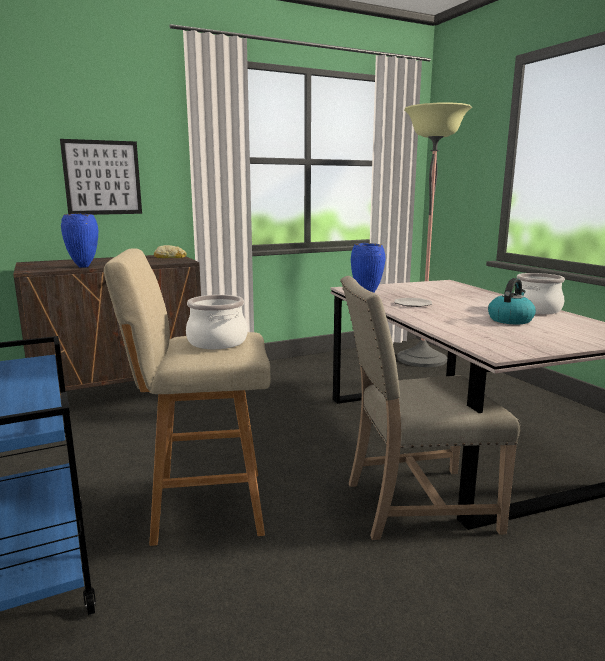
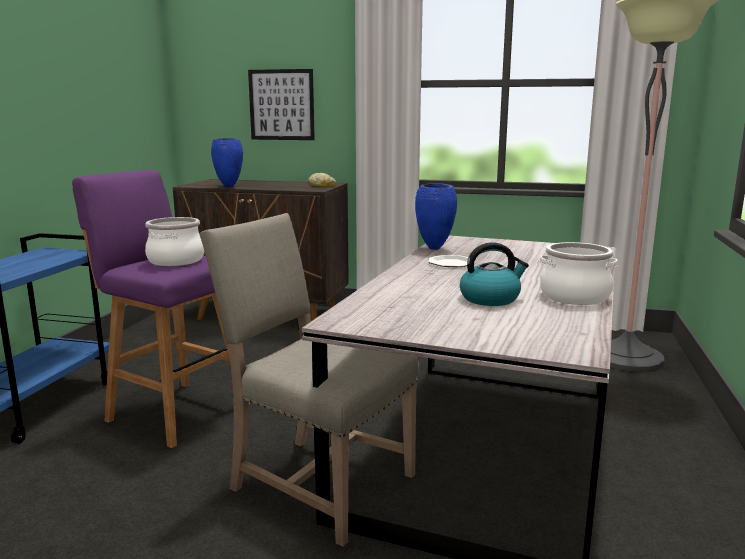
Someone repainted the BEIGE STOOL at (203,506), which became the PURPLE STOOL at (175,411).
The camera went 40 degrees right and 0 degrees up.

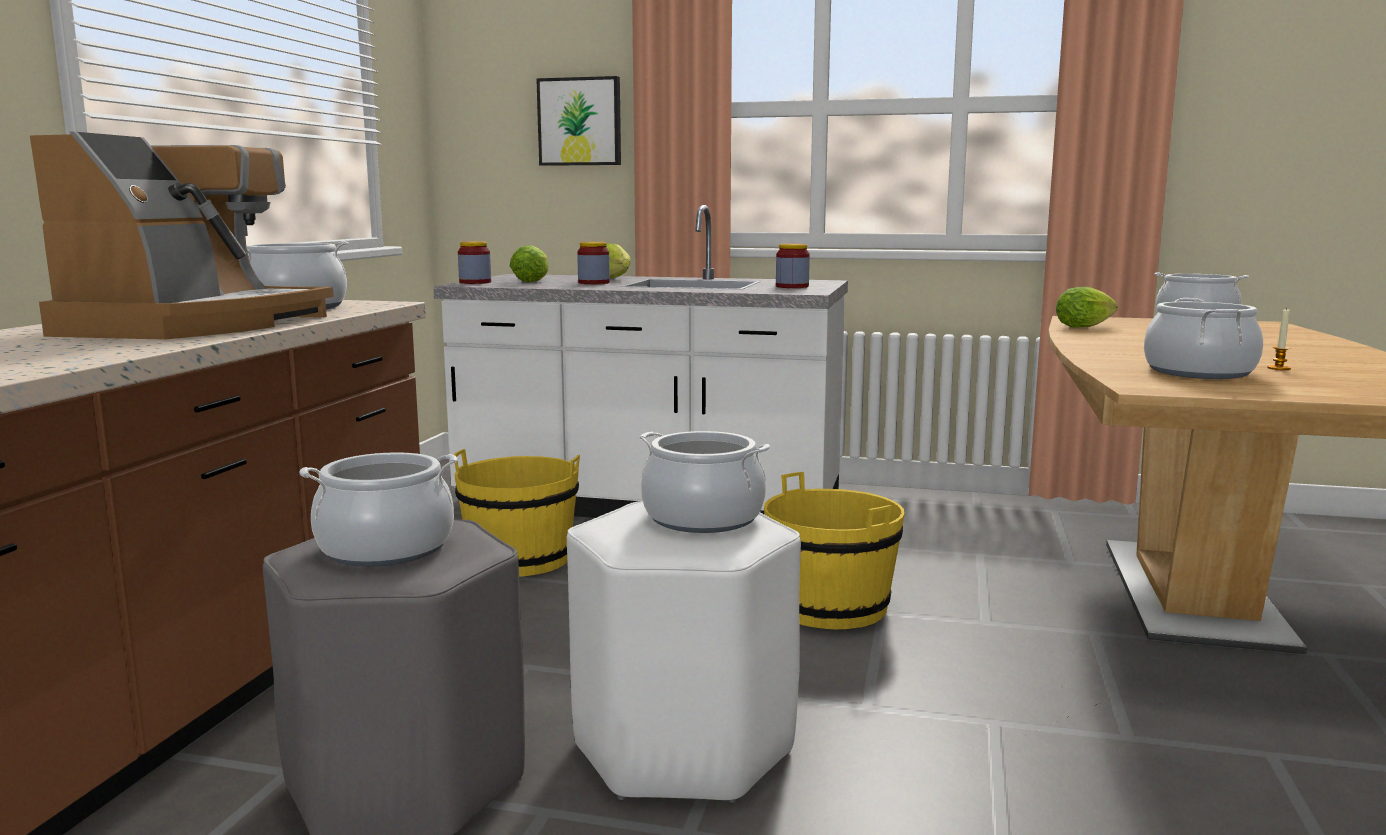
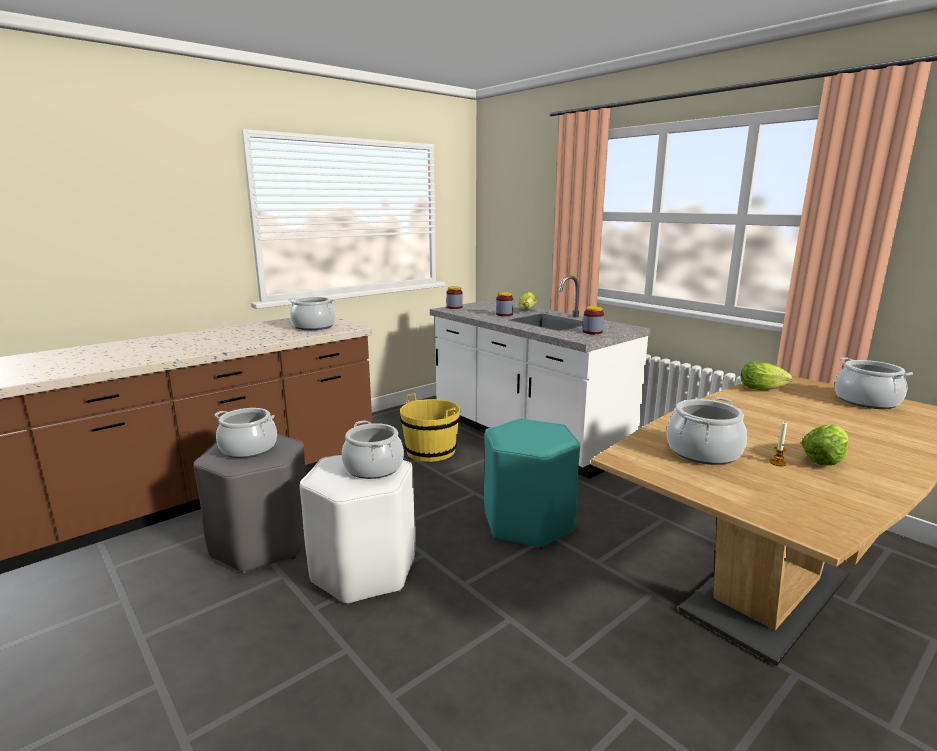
Someone took away the COFFEE MACHINE at (196,325).
Someone carried the LETTUCE from (533,281) to (825,459).
Someone took away the PICTURE at (580,122).
Someone swapped the YELLOW BUCKET at (830,607) for the TURQUOISE STOOL at (528,523).
The camera went 35 degrees right and 5 degrees up.

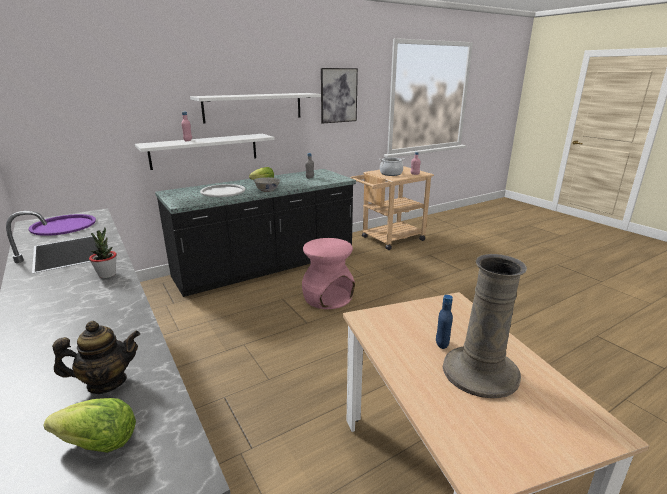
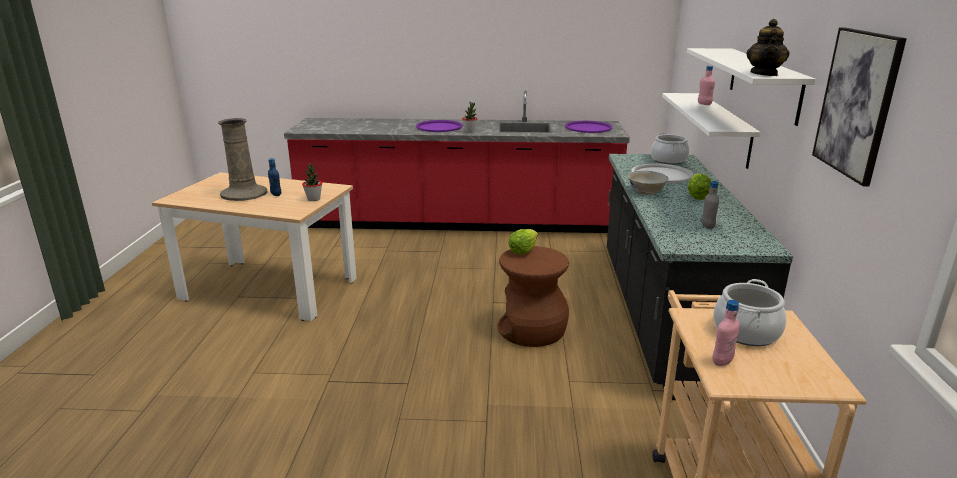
Someone carried the LETTUCE from (99,444) to (522,251).
Someone carried the TEAPOT from (106,382) to (764,74).
Someone repainted the PINK STOOL at (327,297), which became the BROWN STOOL at (532,330).
Someone put down the POTTED PLANT at (313,199).
Someone put down the PURPLE TRAY at (439,127).
Someone put down the COOKING POT at (669,160).
The camera went 125 degrees right and 0 degrees up.

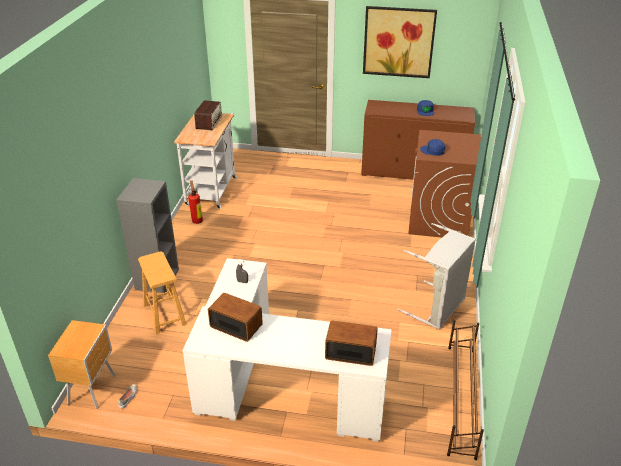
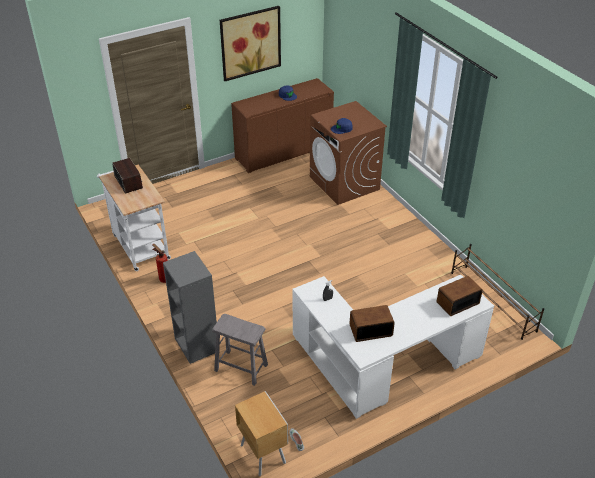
Someone repainted the BROWN STOOL at (164,315), which became the GREY STOOL at (241,367).
Someone took away the GREY LAUNDRY BASKET at (438,308).
The camera went 40 degrees left and 5 degrees up.

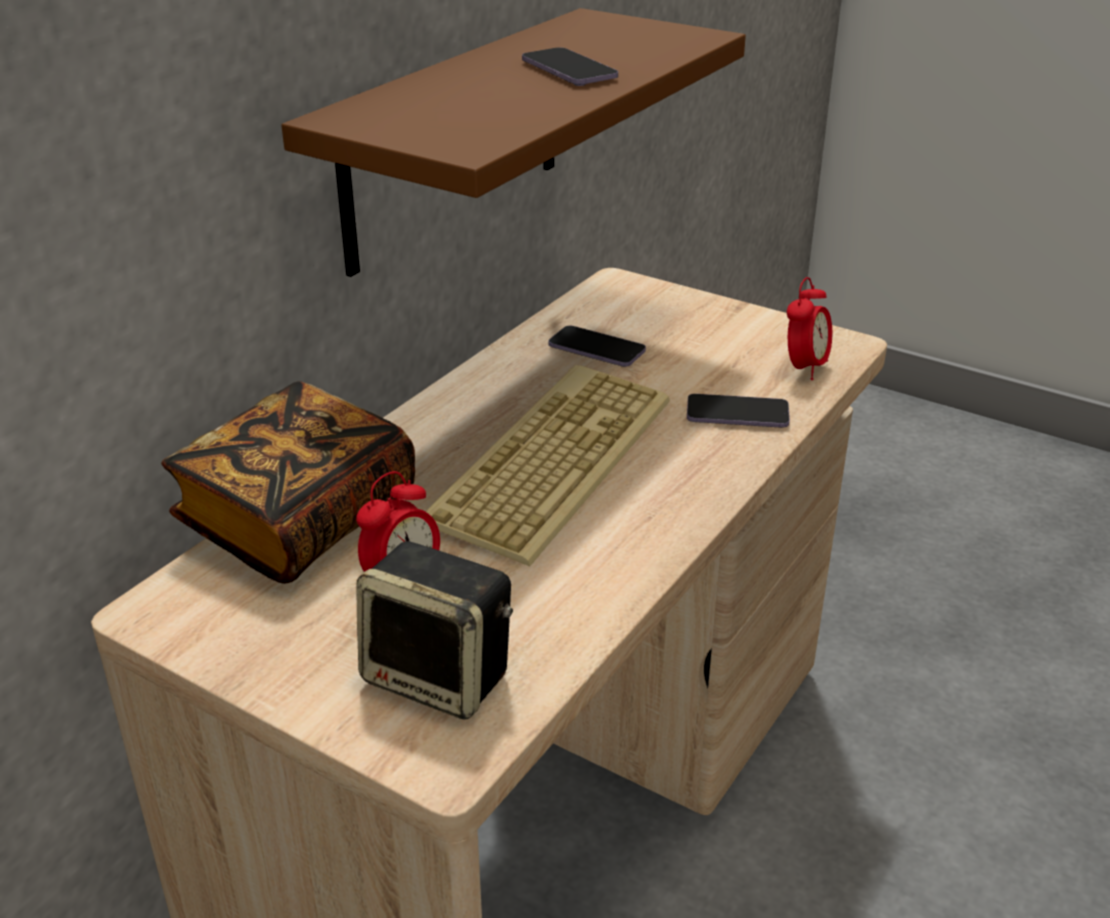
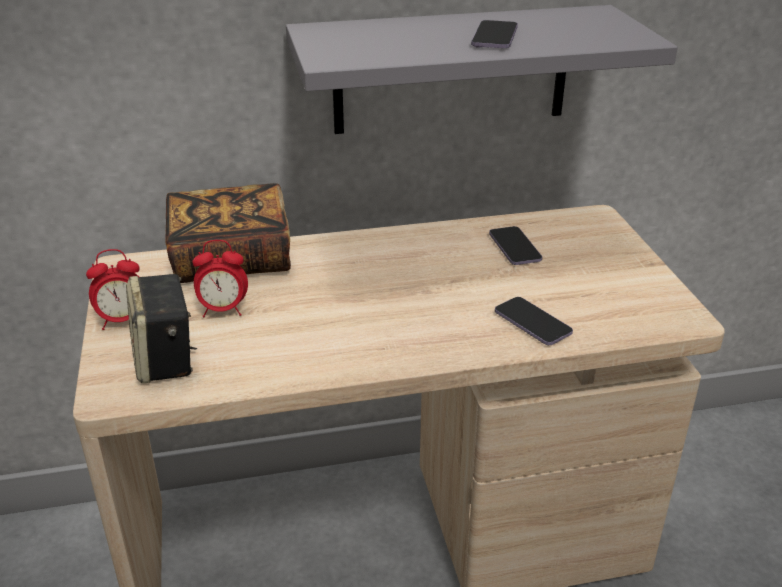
Someone repainted the BROWN SHELF at (454,139), which became the GREY SHELF at (451,70).
Someone took away the KEYBOARD at (551,458).
Someone carried the ALARM CLOCK from (805,368) to (122,321).
The camera went 45 degrees right and 0 degrees up.

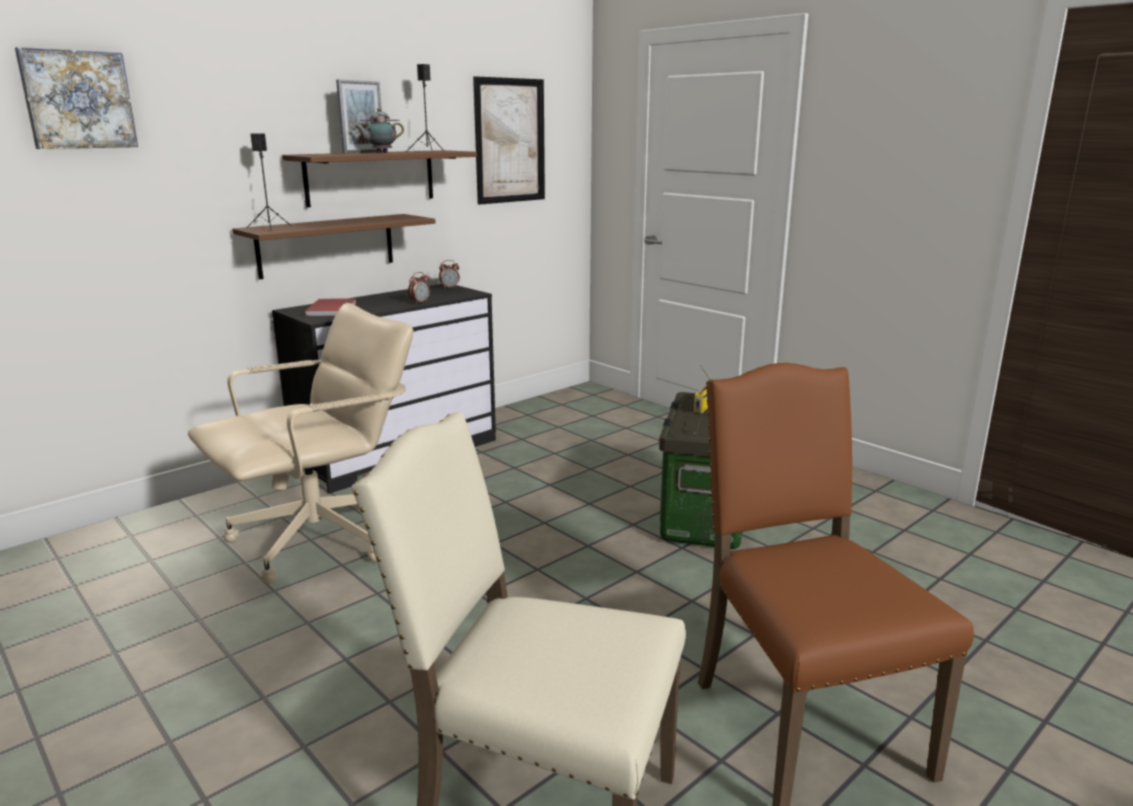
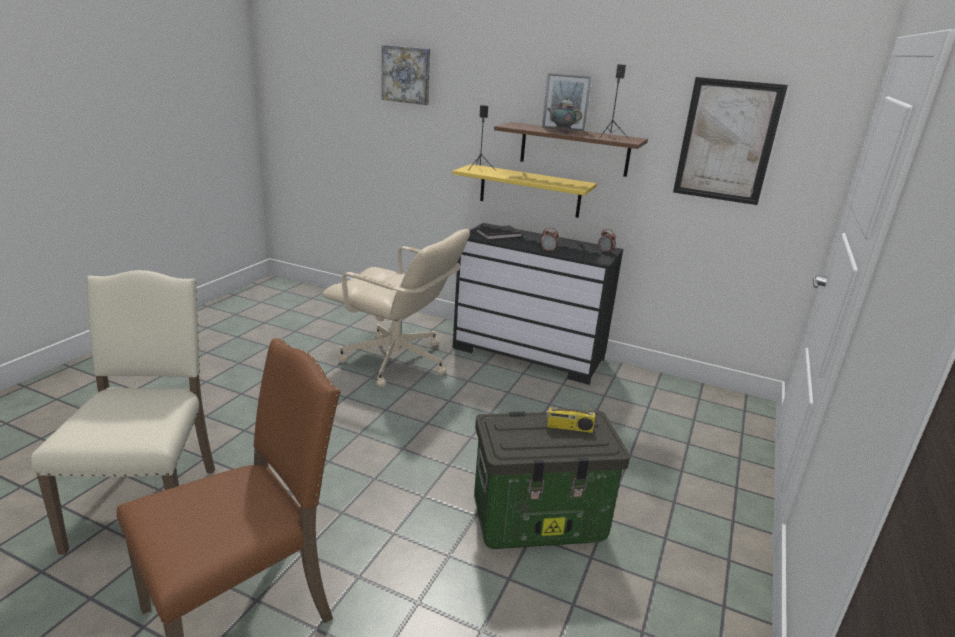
Someone repainted the BROWN SHELF at (326,245), which became the YELLOW SHELF at (529,191).
Someone repainted the RED BOOK at (334,310), which became the BLACK BOOK at (499,234).
The camera went 65 degrees right and 5 degrees up.

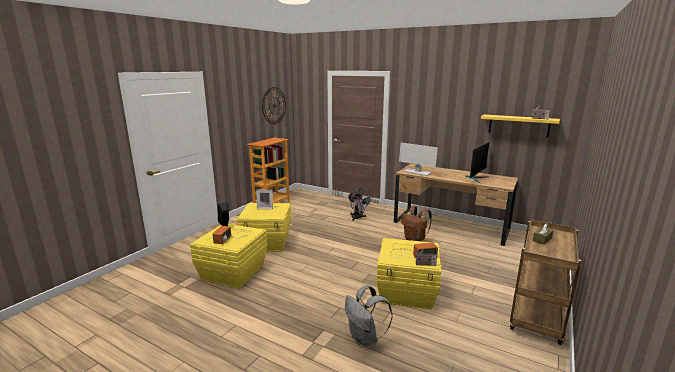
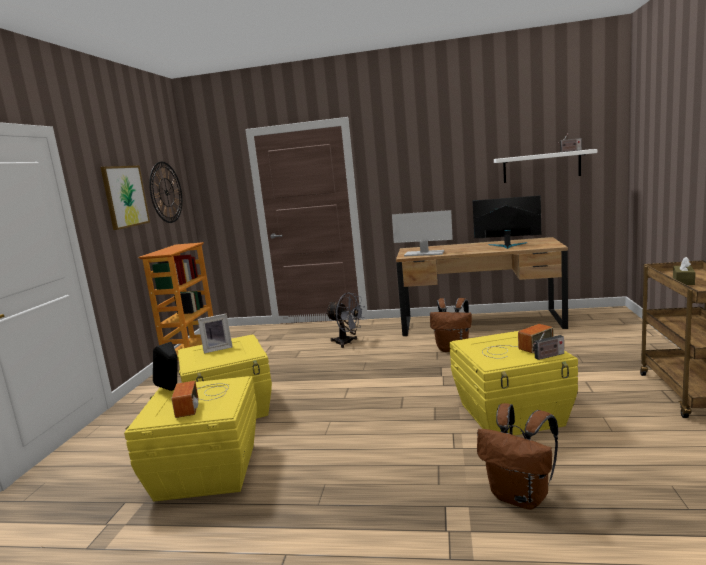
Someone repainted the GREY BACKPACK at (365,339), which became the BROWN BACKPACK at (521,497).
Someone rotated the MONITOR at (476,178) by 90 degrees counterclockwise.
Someone repainted the YELLOW SHELF at (518,125), which became the WHITE SHELF at (541,166).
Someone put up the PICTURE at (125,196).
The camera went 20 degrees left and 5 degrees down.

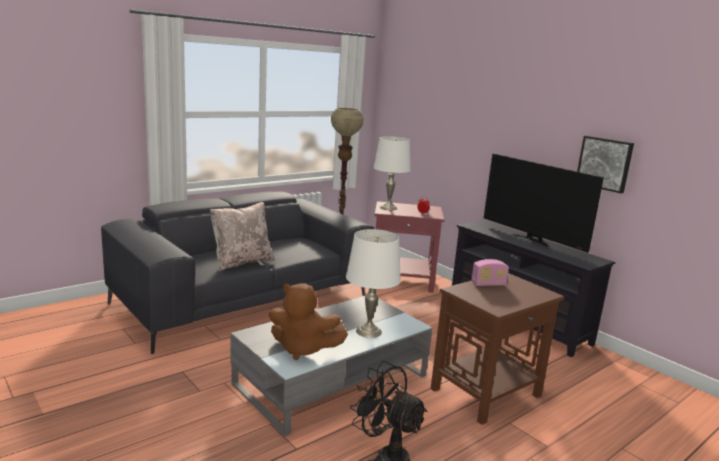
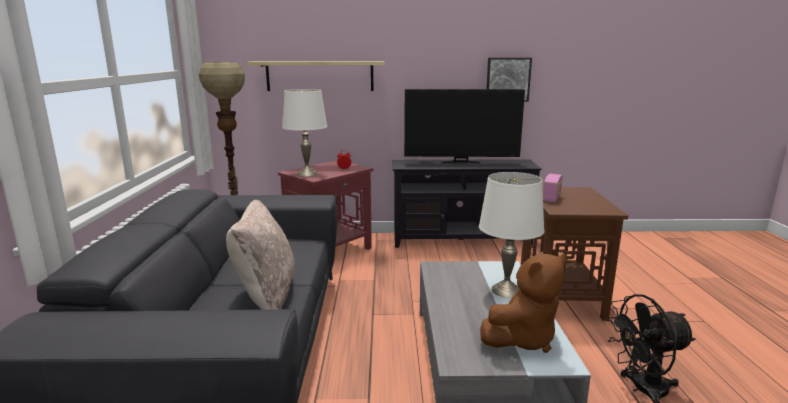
Someone put up the SHELF at (320,76).
The camera went 50 degrees left and 0 degrees up.

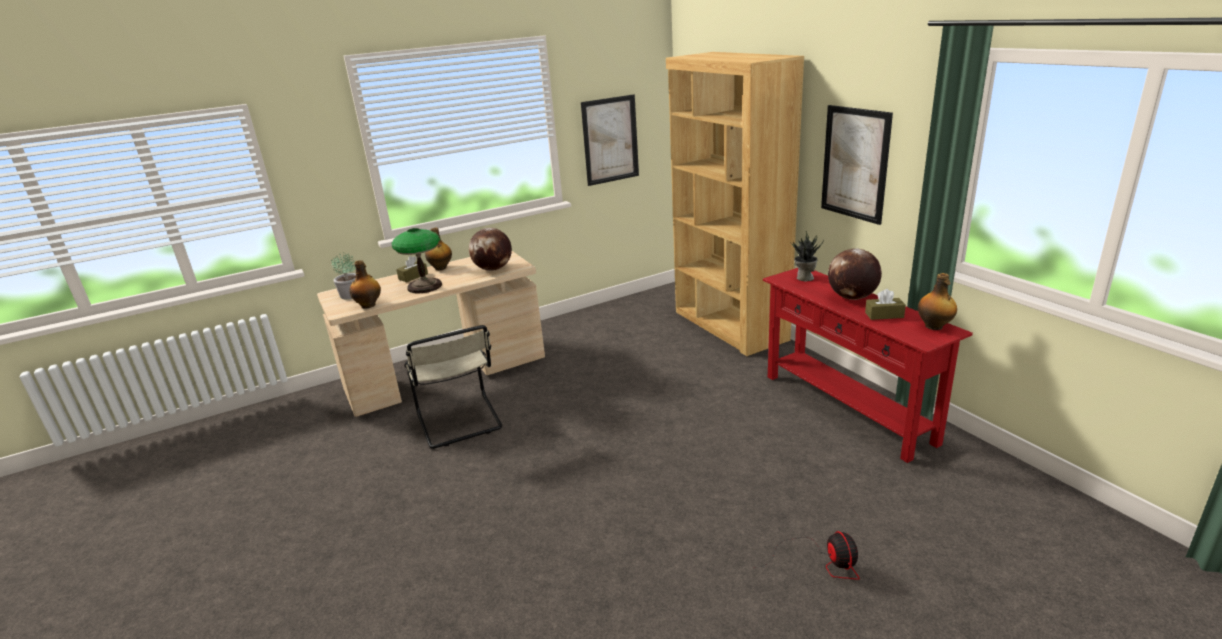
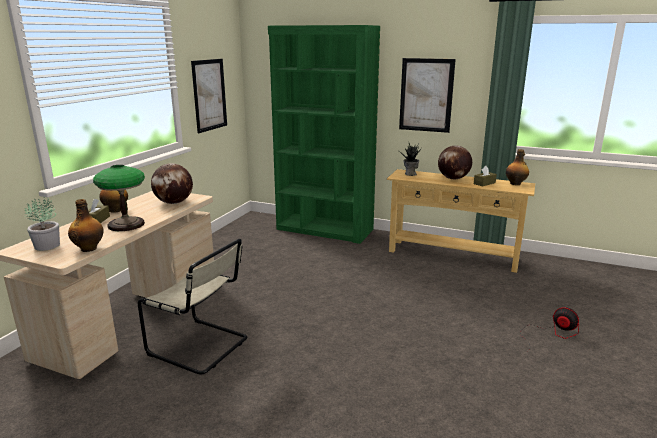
Someone repainted the BROWN BOOKCASE at (729,326), which became the GREEN BOOKCASE at (325,230).
Someone repainted the RED CONSOLE TABLE at (847,407), which became the BEIGE CONSOLE TABLE at (452,255).
The camera went 40 degrees left and 5 degrees down.

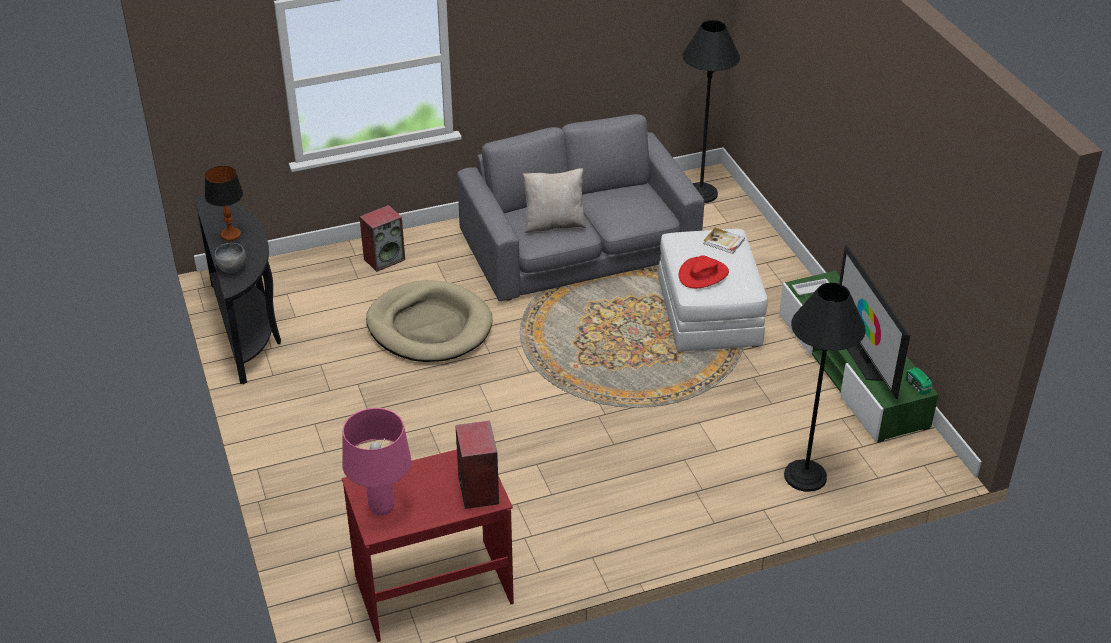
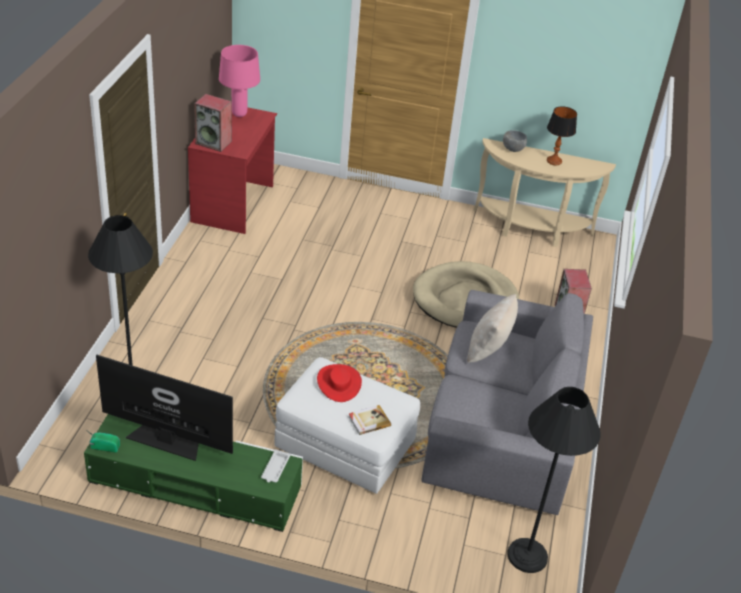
Someone repainted the BLACK CONSOLE TABLE at (248,328), which became the BEIGE CONSOLE TABLE at (531,230).
The camera went 120 degrees right and 0 degrees up.

